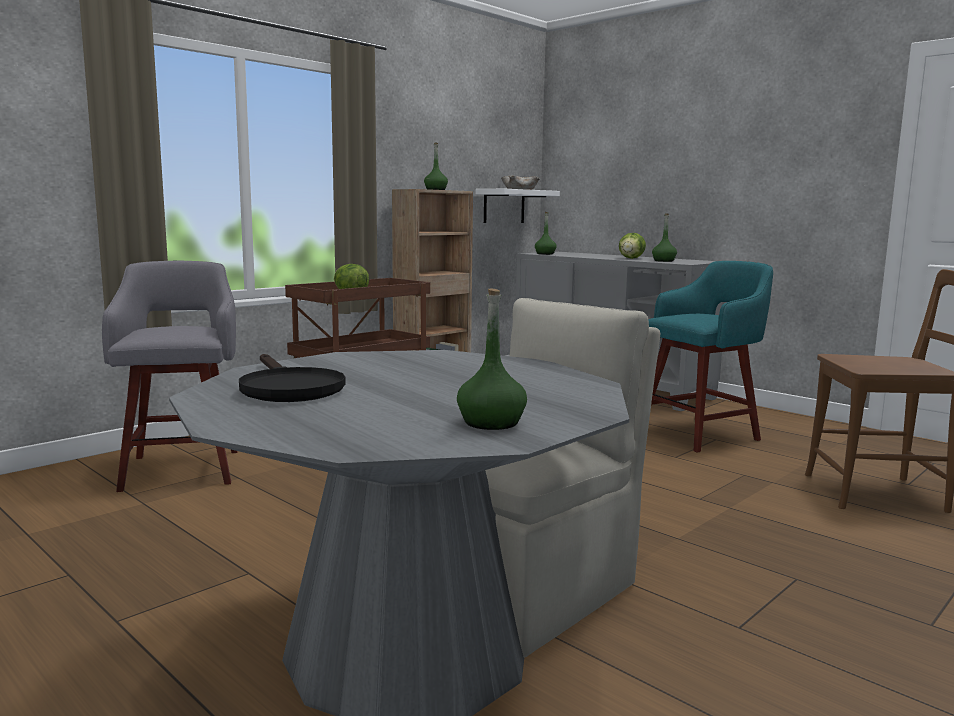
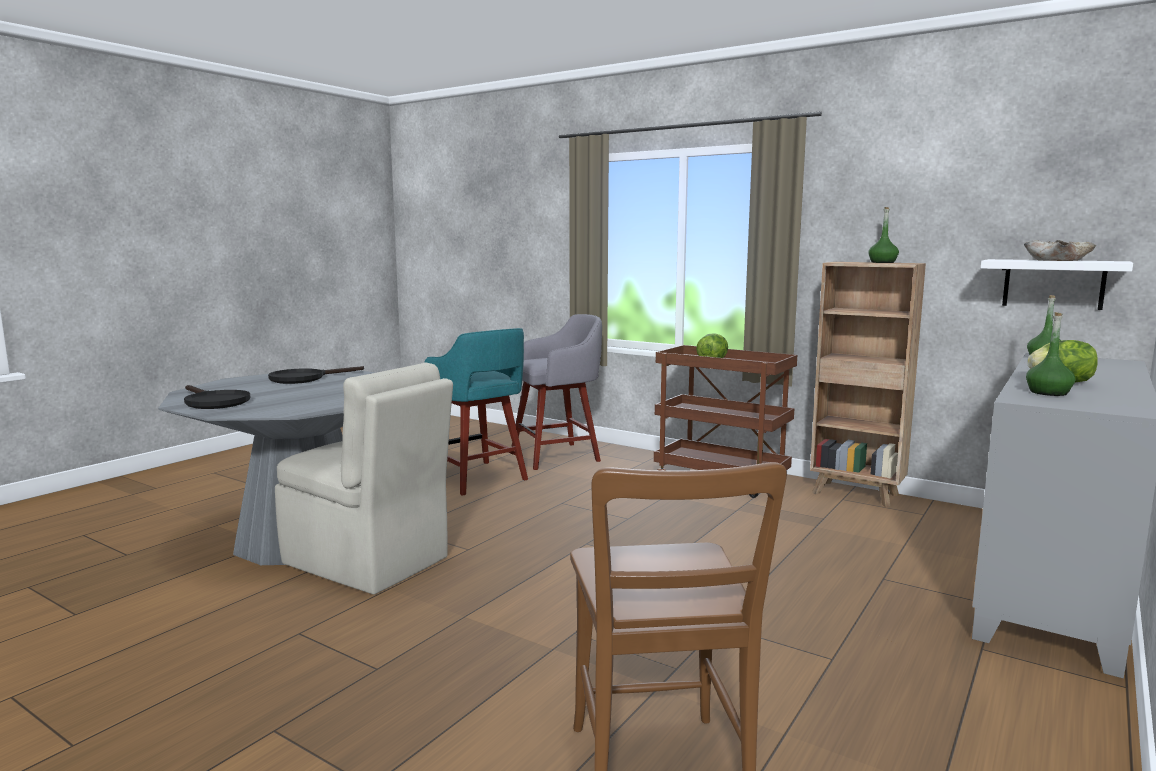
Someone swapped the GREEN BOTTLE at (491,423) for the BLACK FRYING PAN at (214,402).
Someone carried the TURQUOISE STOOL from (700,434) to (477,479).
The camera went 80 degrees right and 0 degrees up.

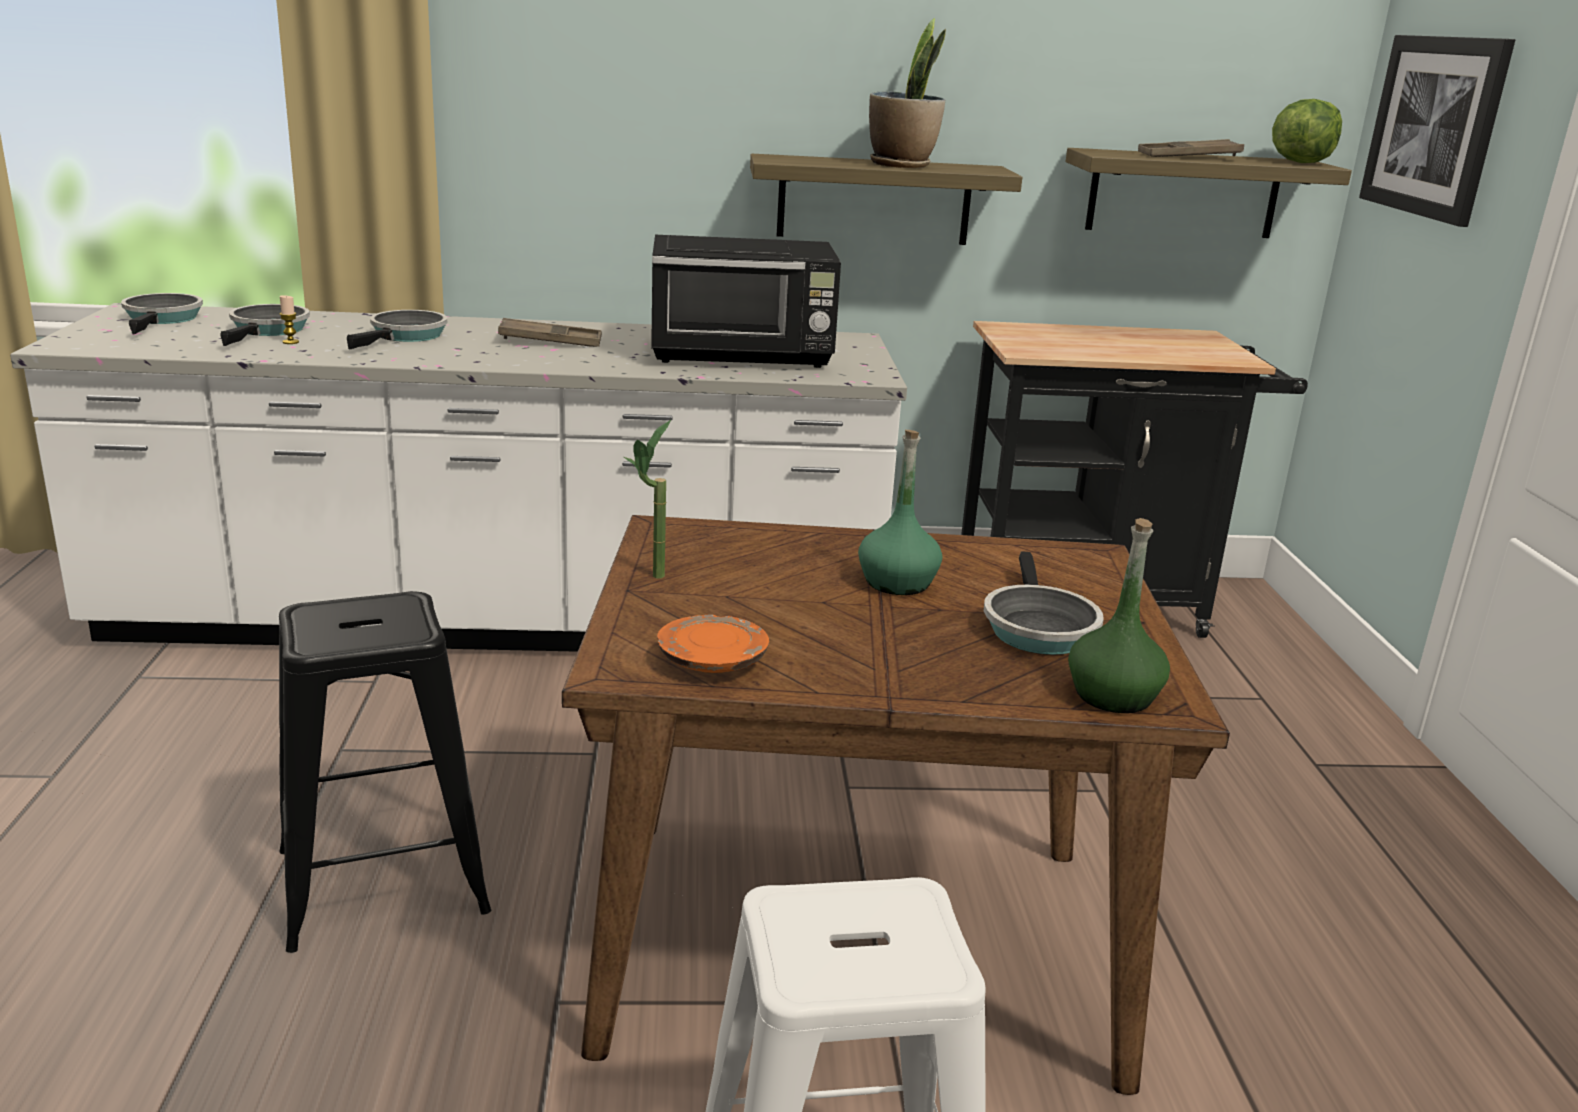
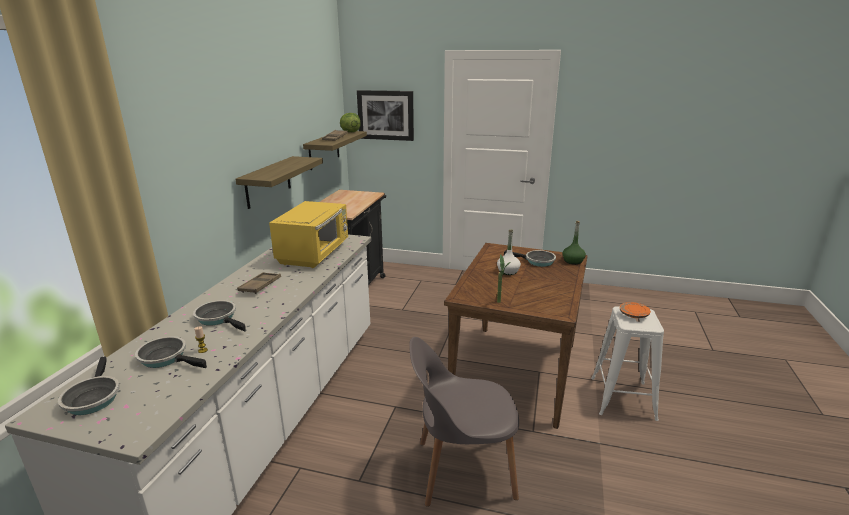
Someone rotated the FRYING PAN at (163,319) by 120 degrees counterclockwise.
Someone swapped the BLACK STOOL at (380,881) for the GREY CHAIR at (462,470).
Someone repainted the BLACK MICROWAVE at (743,356), which became the YELLOW MICROWAVE at (315,254).
Someone carried the ORANGE PLATE from (711,661) to (633,315).
Someone repainted the GREEN BOTTLE at (897,582), which became the WHITE BOTTLE at (508,271).
Someone took away the POTTED PLANT at (901,165).
The camera went 70 degrees left and 0 degrees up.

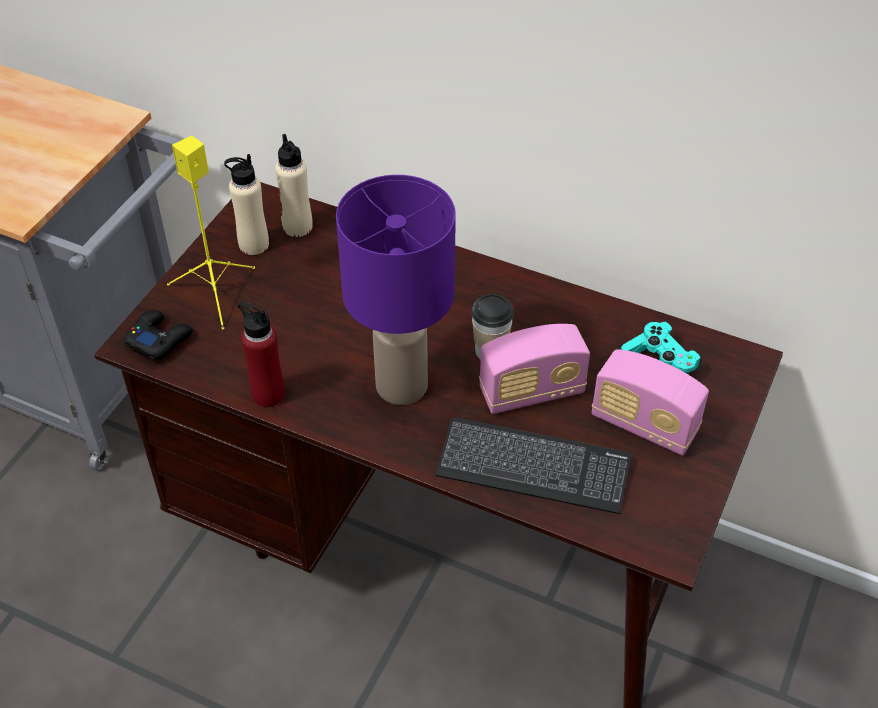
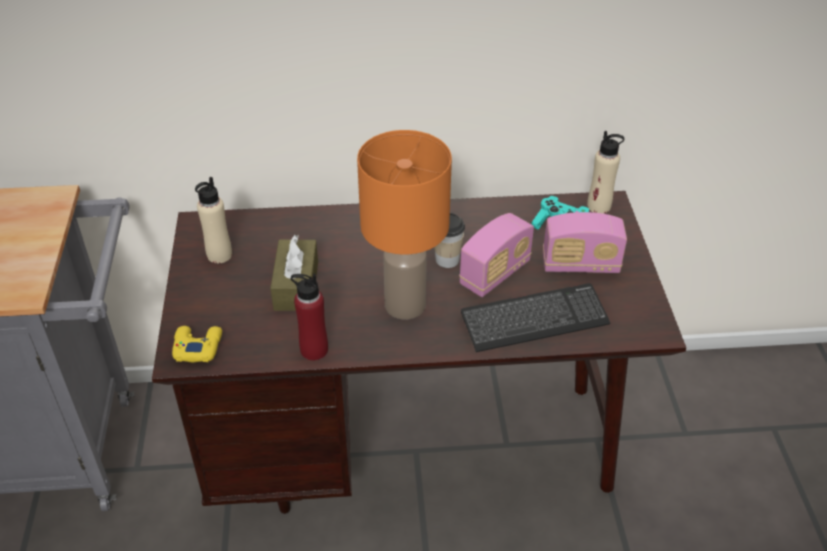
Someone repainted the BLACK GAME CONTROLLER at (159,339), which became the YELLOW GAME CONTROLLER at (197,347).
Someone took away the YELLOW SPEAKER at (215,294).
Someone carried the BEIGE BOTTLE from (297,227) to (599,206).
Someone repainted the PURPLE TABLE LAMP at (403,385), which became the ORANGE TABLE LAMP at (406,304).
Someone put down the BROWN TISSUE BOX at (296,286).
The camera went 30 degrees left and 5 degrees down.

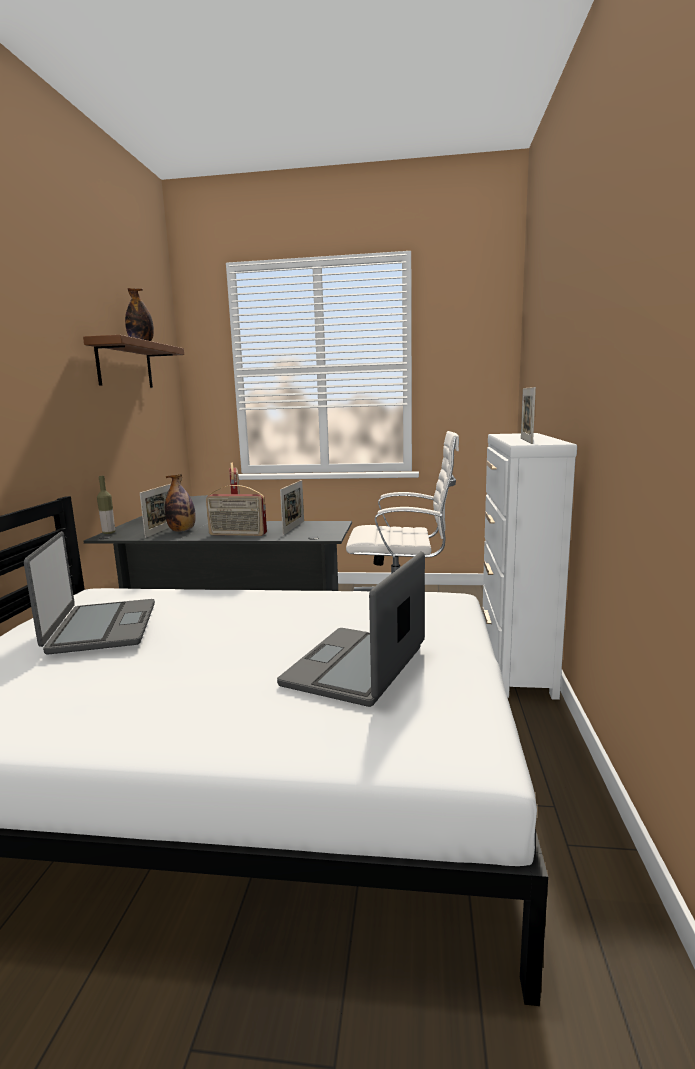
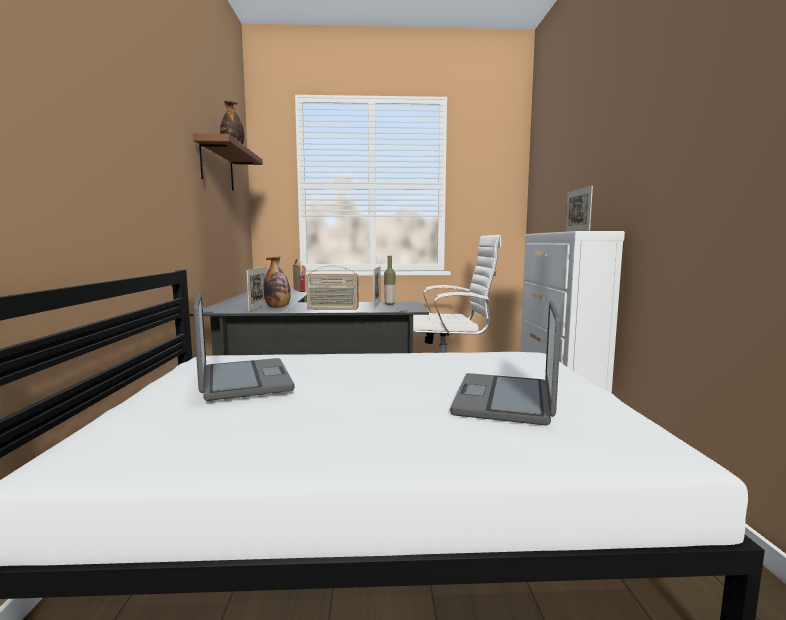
Someone carried the BOTTLE from (109,533) to (389,304).
The camera went 10 degrees left and 5 degrees down.

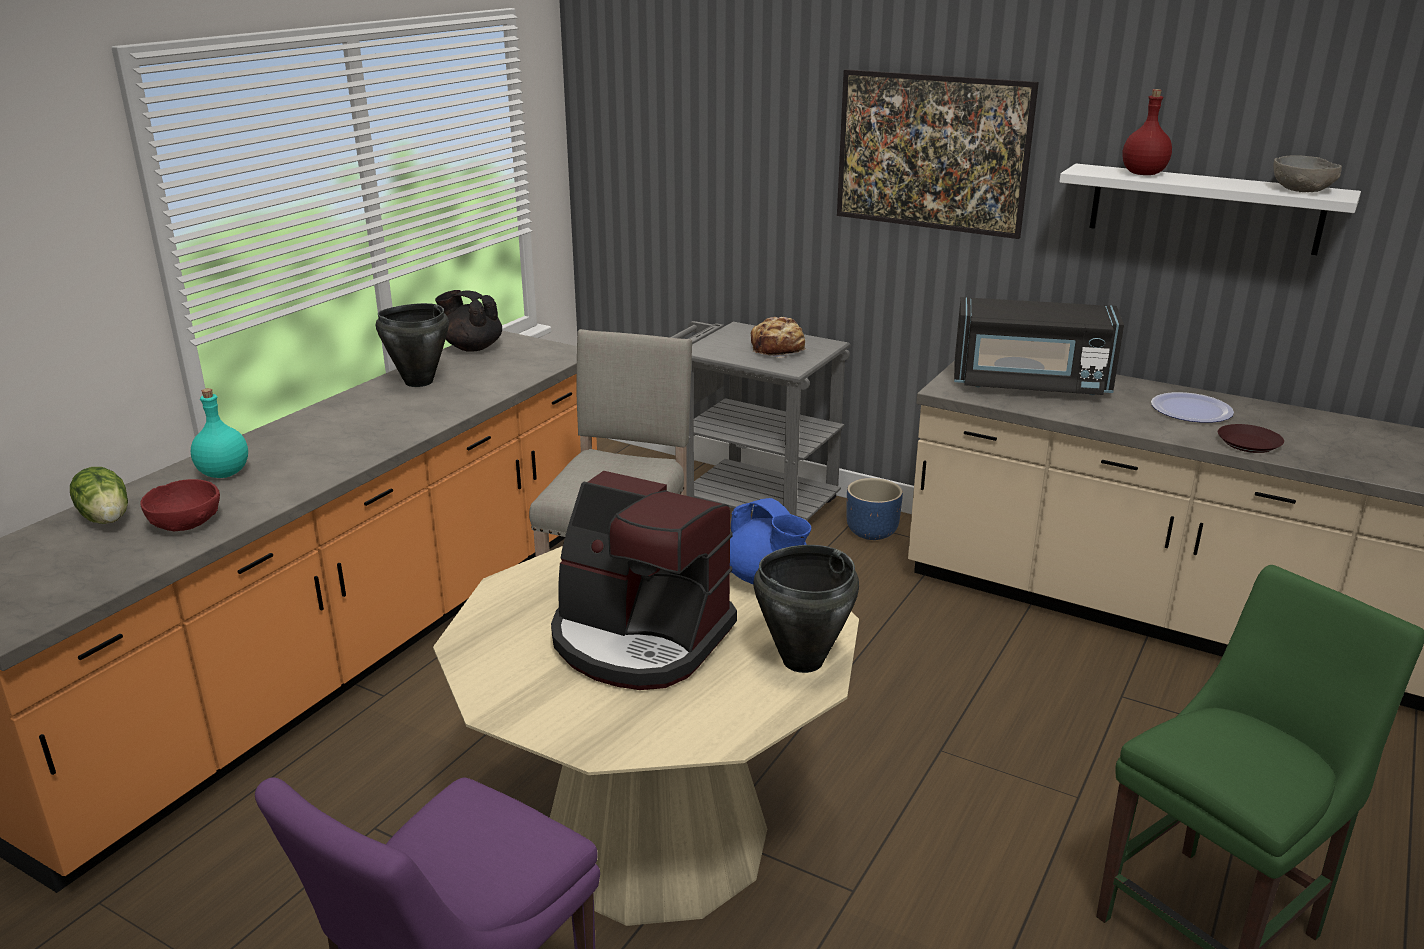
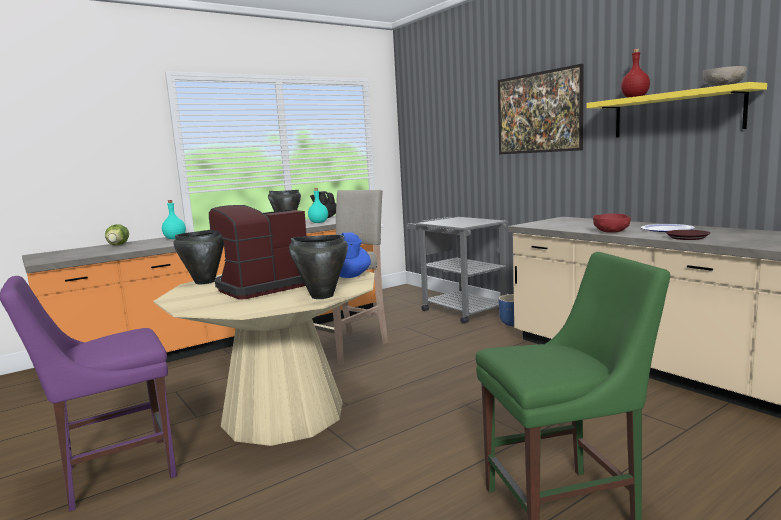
Someone carried the RED BOWL from (186,523) to (611,231).
Someone rotated the COFFEE MACHINE at (639,639) by 90 degrees clockwise.
Someone took away the BREAD at (778,349).
Someone took away the BLACK MICROWAVE at (1030,384).
Someone repainted the WHITE SHELF at (1204,208), which became the YELLOW SHELF at (676,114).
Someone put down the BLACK COOKING POT at (205,282).
Someone put down the TURQUOISE BOTTLE at (319,222).
The camera went 25 degrees right and 15 degrees down.

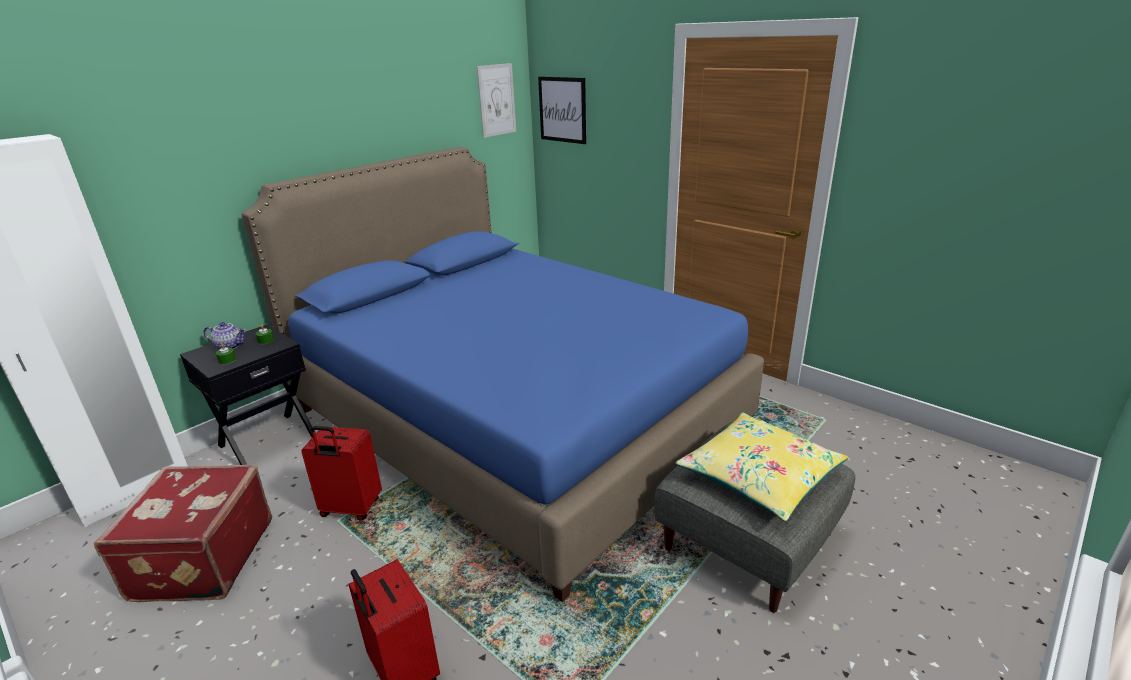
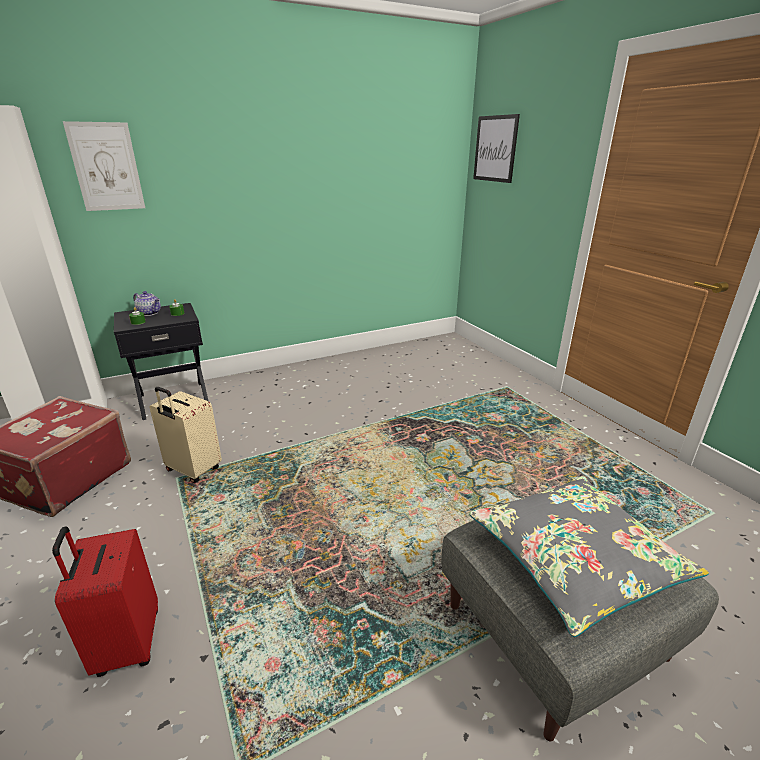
Someone took away the BLUE BED at (515,419).
Someone repainted the RED SUITCASE at (350,509), which became the BEIGE SUITCASE at (192,470).
Someone carried the PICTURE from (496,100) to (106,167).
Someone repainted the YELLOW PILLOW at (759,475), which became the GREY PILLOW at (574,559).
The camera went 20 degrees right and 0 degrees up.

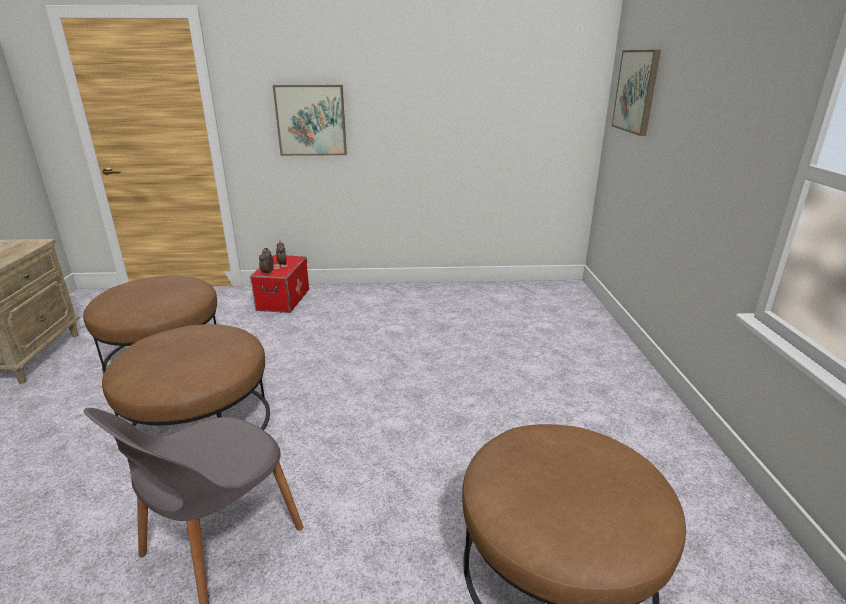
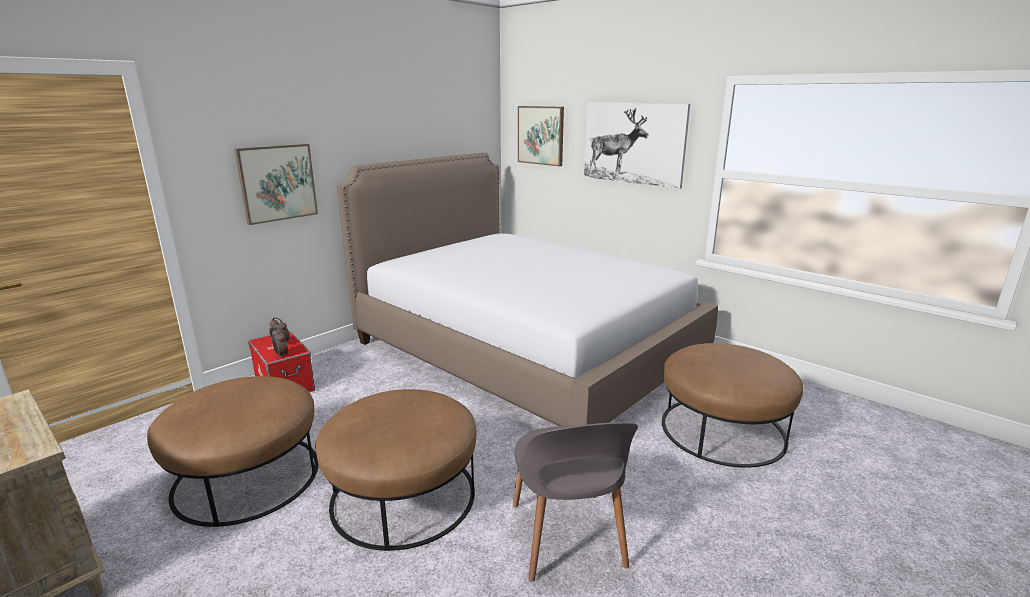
Someone put down the BED at (525,351).
Someone put up the PICTURE at (633,143).
The camera went 45 degrees left and 5 degrees down.

